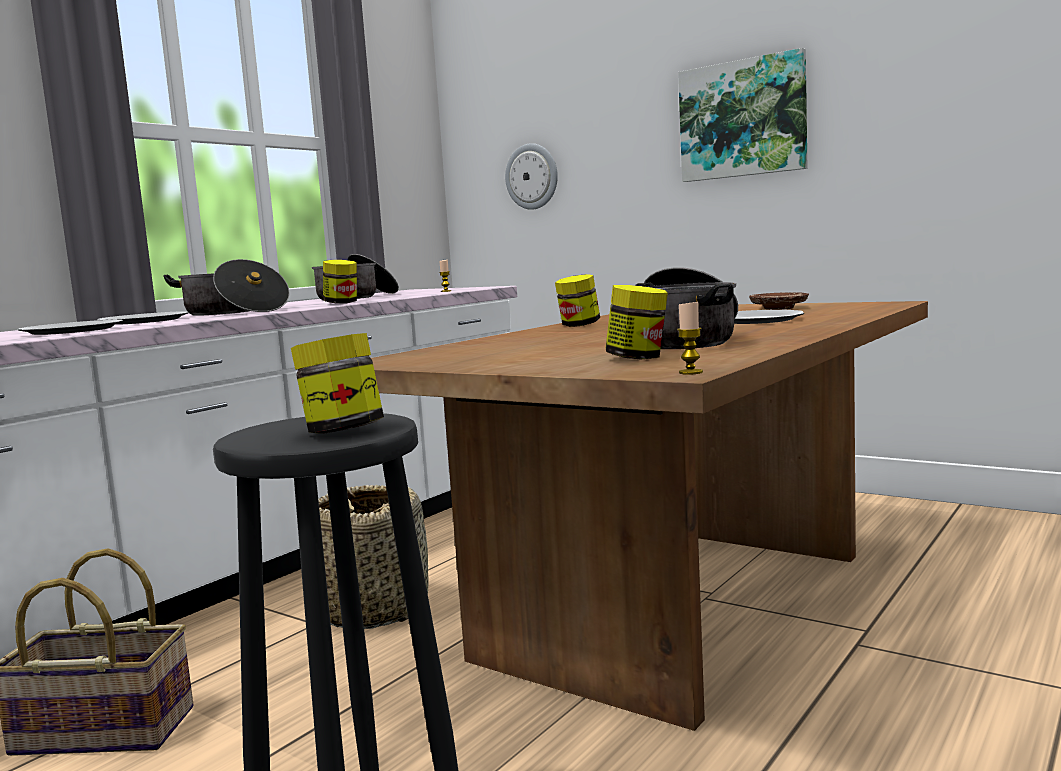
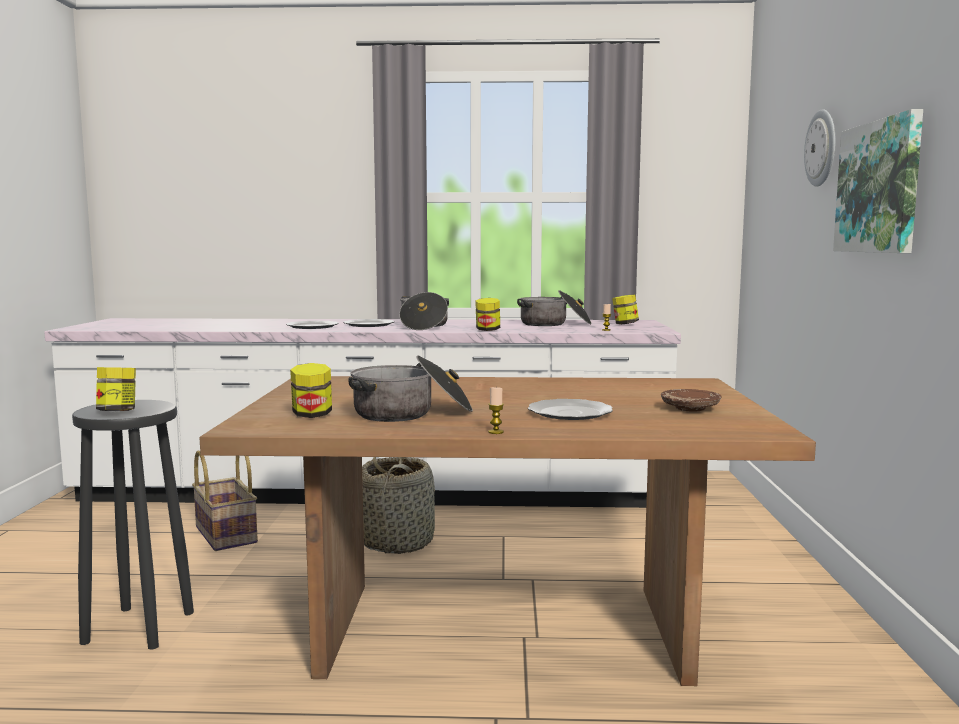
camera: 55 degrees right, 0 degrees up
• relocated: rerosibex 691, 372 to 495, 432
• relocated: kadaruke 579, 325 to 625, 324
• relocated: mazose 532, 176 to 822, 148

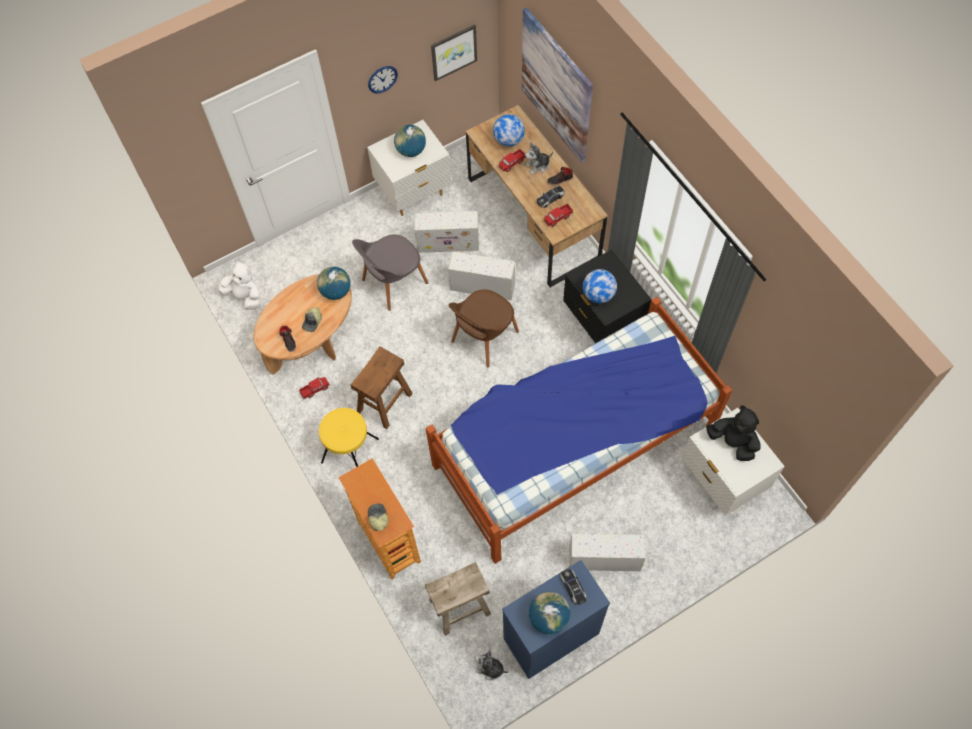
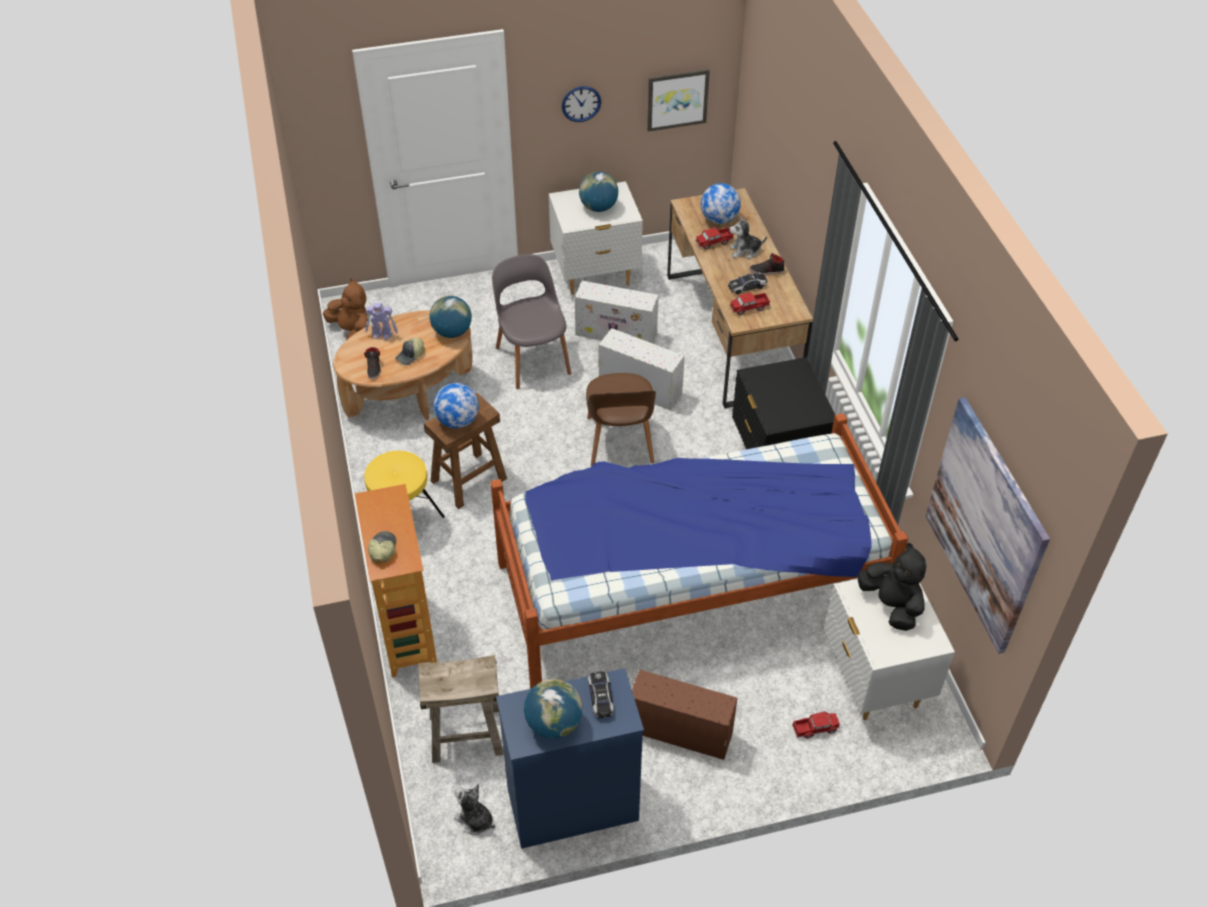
camera: 15 degrees right, 15 degrees down
• colour: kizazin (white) 245, 296 to kizazin (brown) 352, 331
• appeared: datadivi 382, 334
• relocated: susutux 598, 295 to 458, 421
• spun: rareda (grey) 393, 282 = 532, 358 90 degrees clockwise
• spun: rareda (brown) 483, 338 = 619, 442 60 degrees counterclockwise
• colour: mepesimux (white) 603, 559 to mepesimux (brown) 678, 731
• relocated: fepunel 315, 389 to 815, 728
• relocated: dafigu 556, 86 to 985, 525

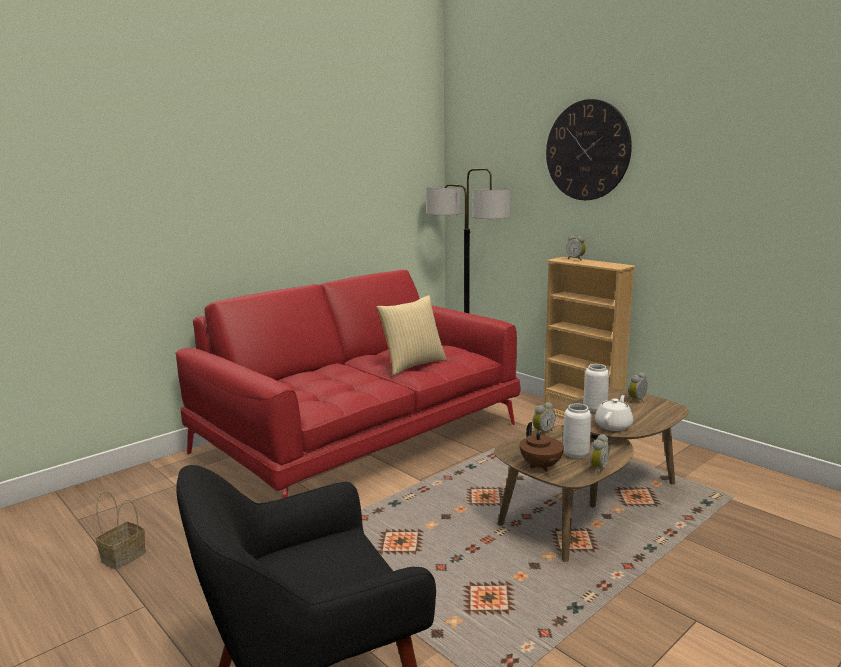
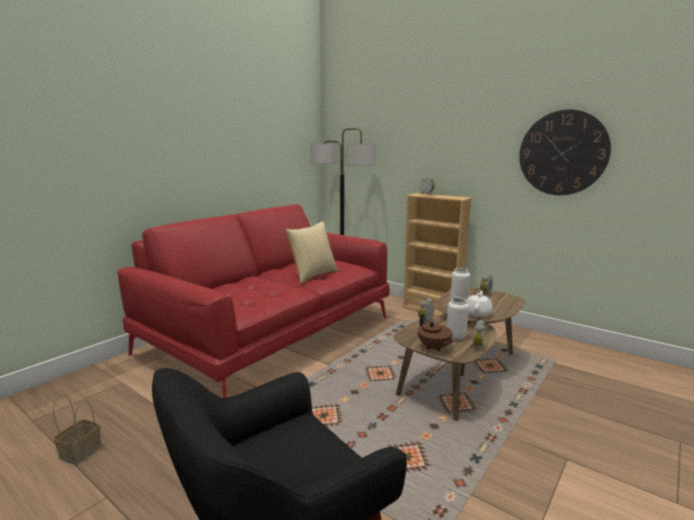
camera: 10 degrees left, 0 degrees up
• relocated: mazose 587, 150 to 562, 153

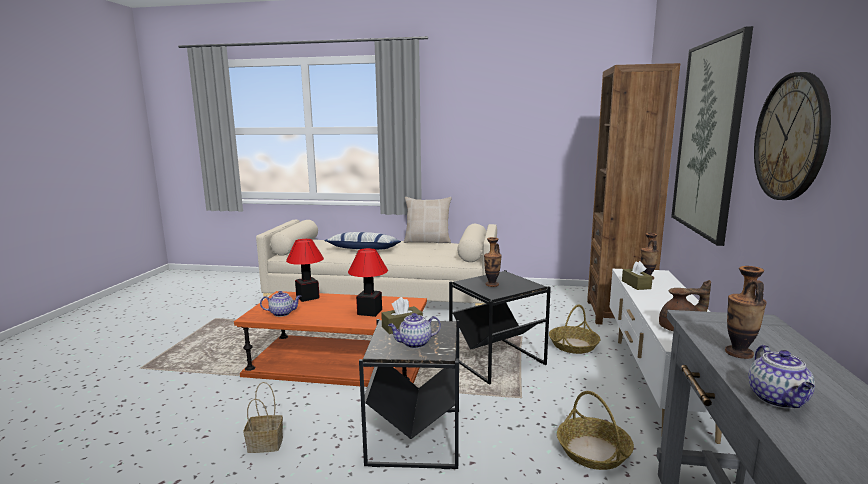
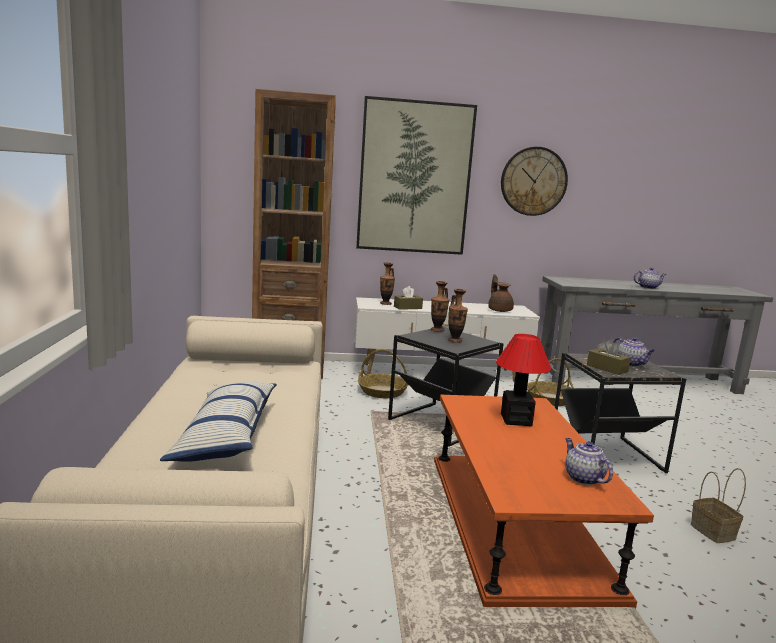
camera: 105 degrees left, 0 degrees up
• relocated: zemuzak 739, 353 to 437, 330
• missing: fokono 308, 297
• missing: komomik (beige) 427, 241

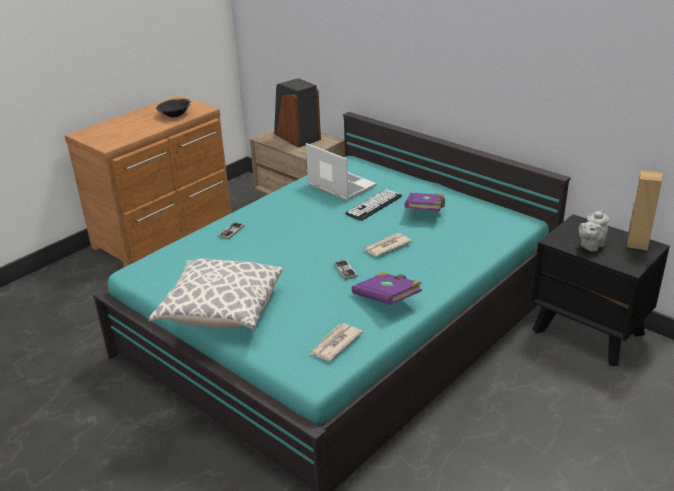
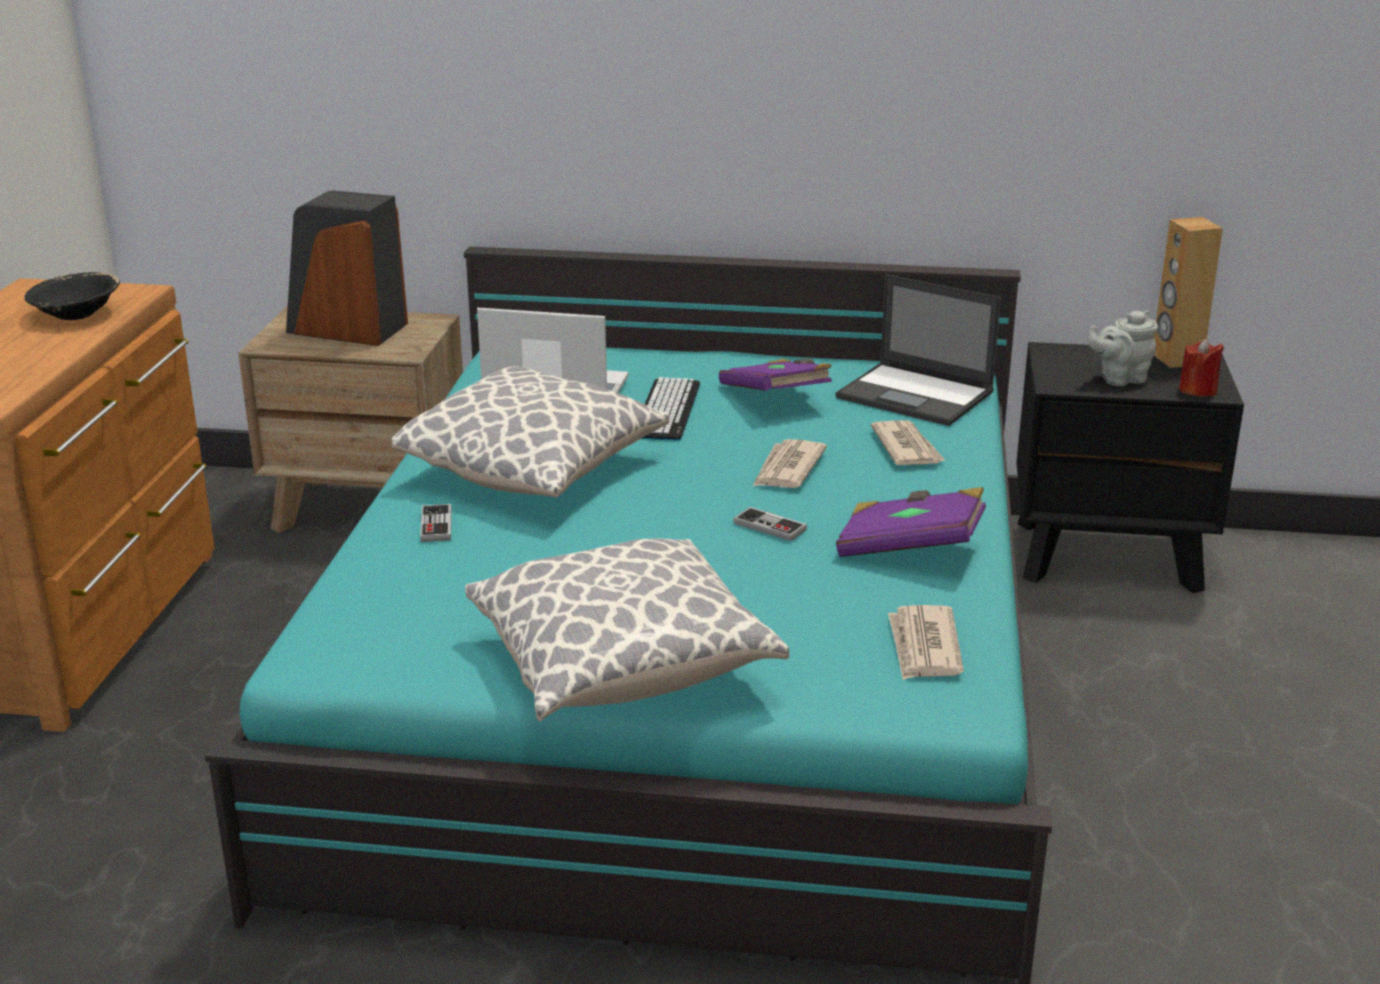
camera: 35 degrees left, 5 degrees down
• appeared: komomik 535, 470
• appeared: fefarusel 916, 395
• appeared: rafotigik 907, 447
• spun: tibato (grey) 590, 246 = 1119, 379 60 degrees clockwise
• appeared: rerosibex (red) 1198, 390

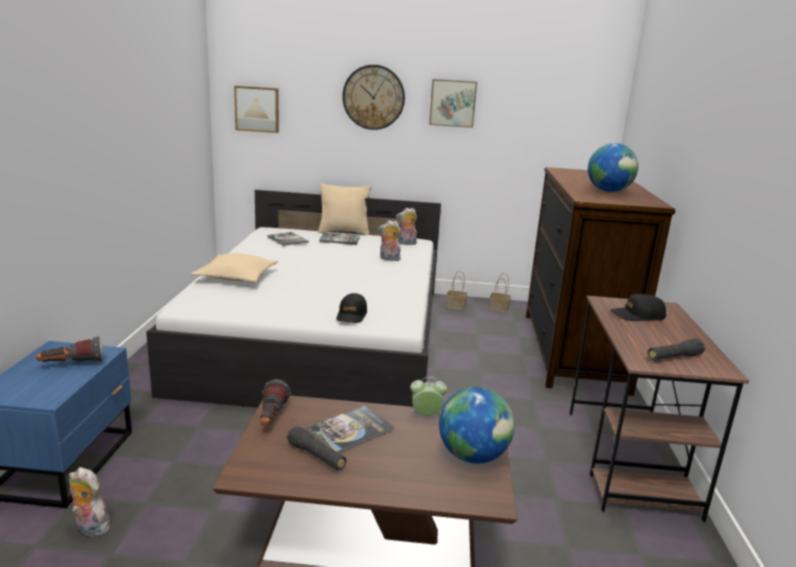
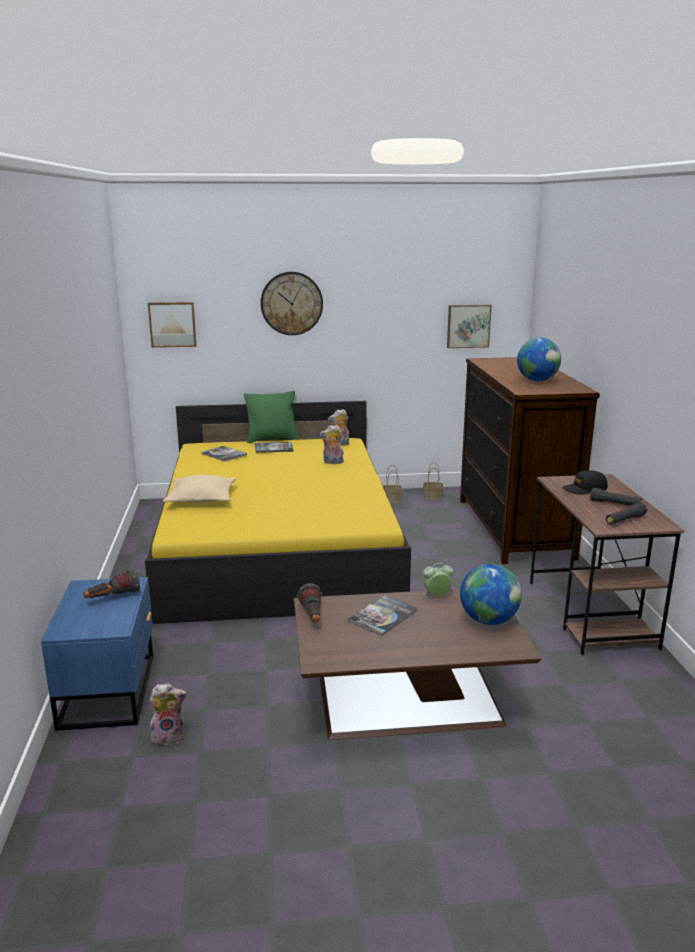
camera: 10 degrees left, 0 degrees up
• colour: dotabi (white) 321, 335 to dotabi (yellow) 277, 545
• spun: kizazin 89, 528 = 169, 736 150 degrees clockwise
• colour: komomik (beige) 344, 232 to komomik (green) 272, 439
• relocated: dafigu 452, 103 to 468, 326
• relocated: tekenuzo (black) 316, 456 to 615, 504
• missing: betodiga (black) 351, 315

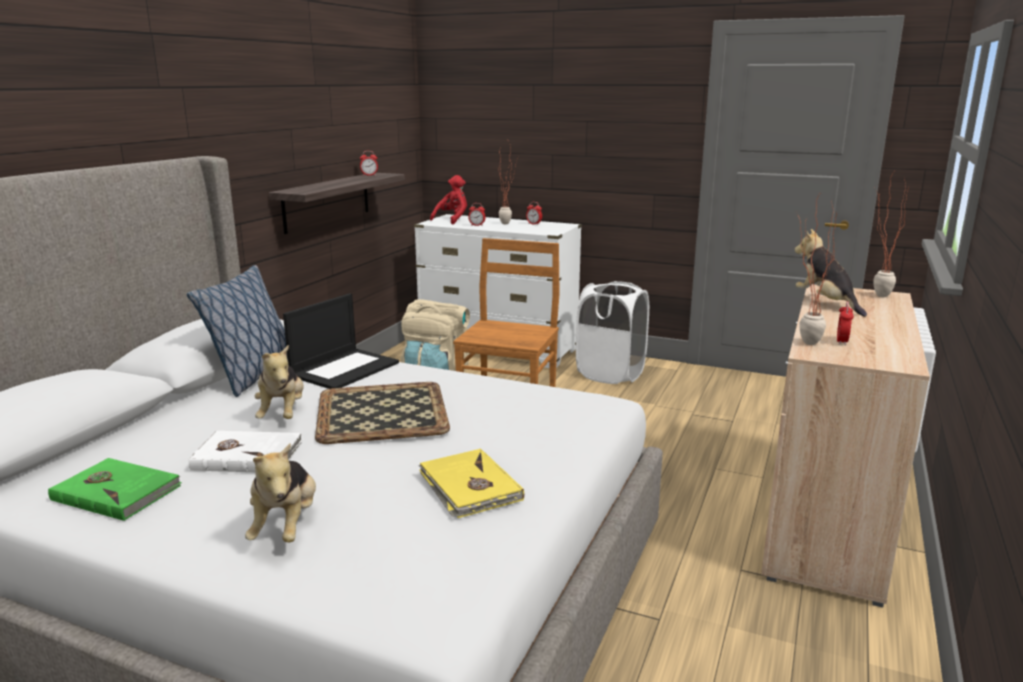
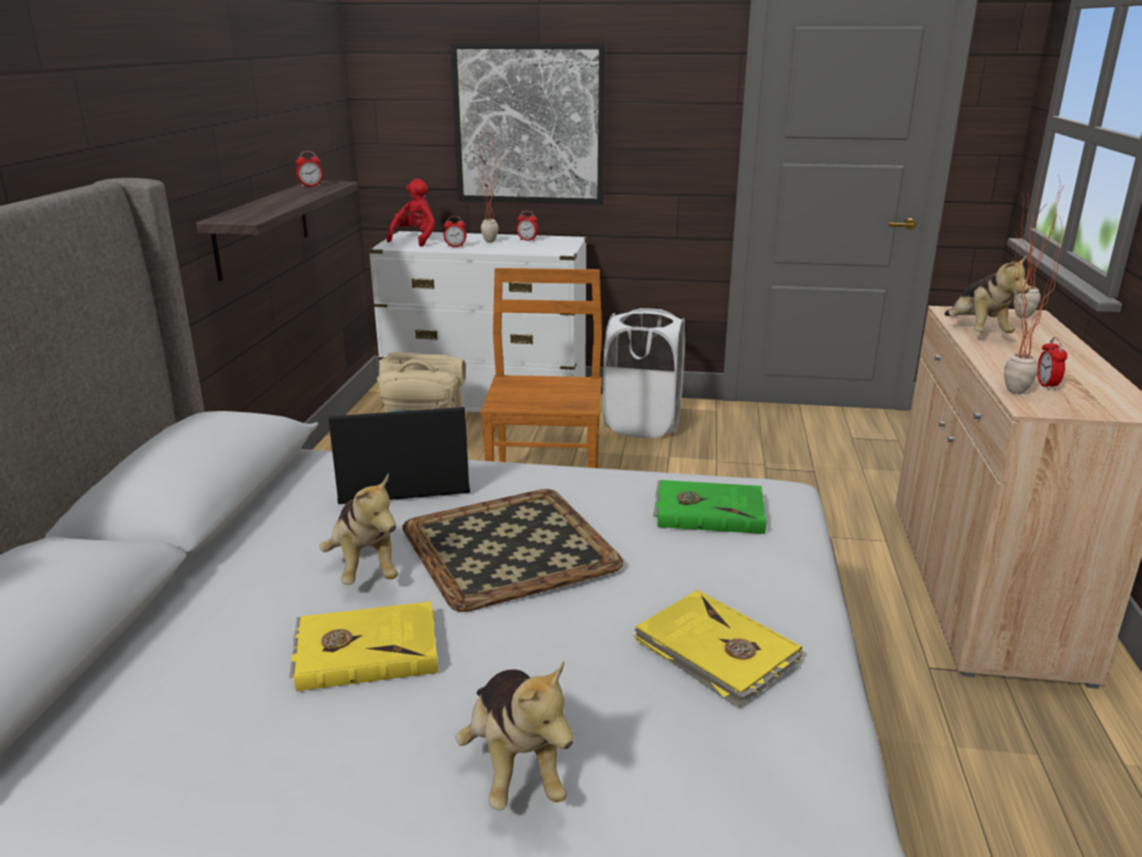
camera: 15 degrees left, 5 degrees up
• colour: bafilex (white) 247, 455 to bafilex (yellow) 366, 649
• spun: fefarusel 345, 369 = 402, 480 120 degrees counterclockwise
• appeared: dafigu 529, 124
• relocated: bafilex (green) 117, 492 to 709, 510
• spun: kizazin 826, 303 = 976, 332 150 degrees counterclockwise
• missing: komomik 253, 376

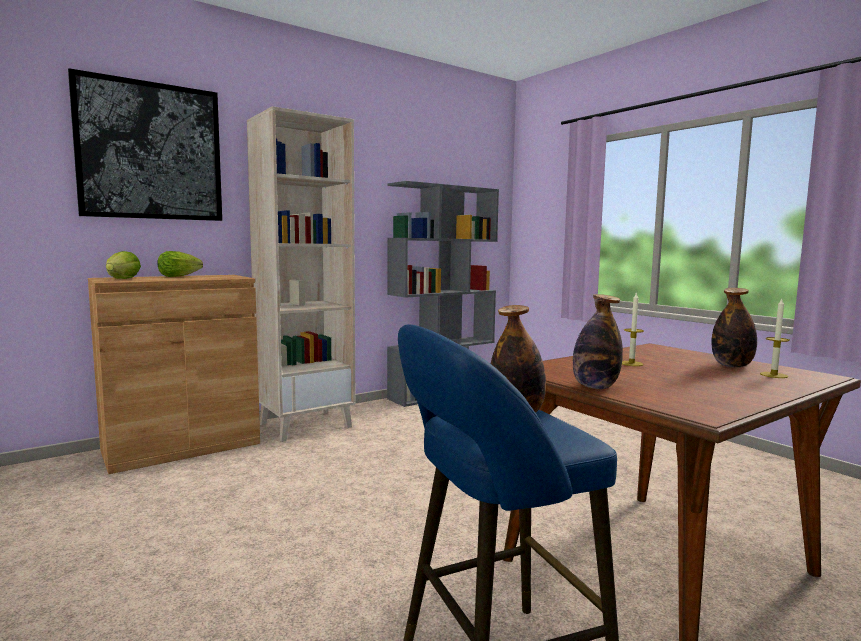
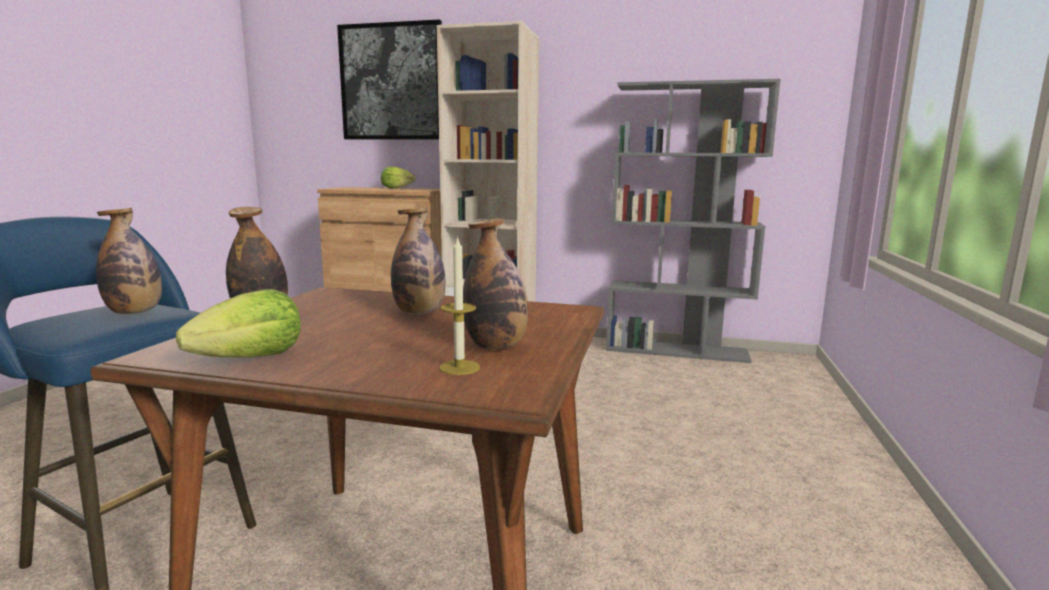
camera: 50 degrees right, 5 degrees up
• relocated: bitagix 123, 279 to 252, 359
• exchanged: rerosibex 631, 363 to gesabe 419, 312

